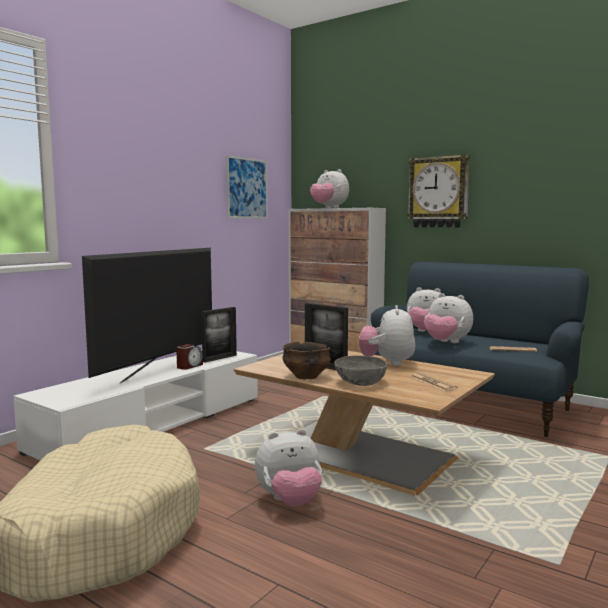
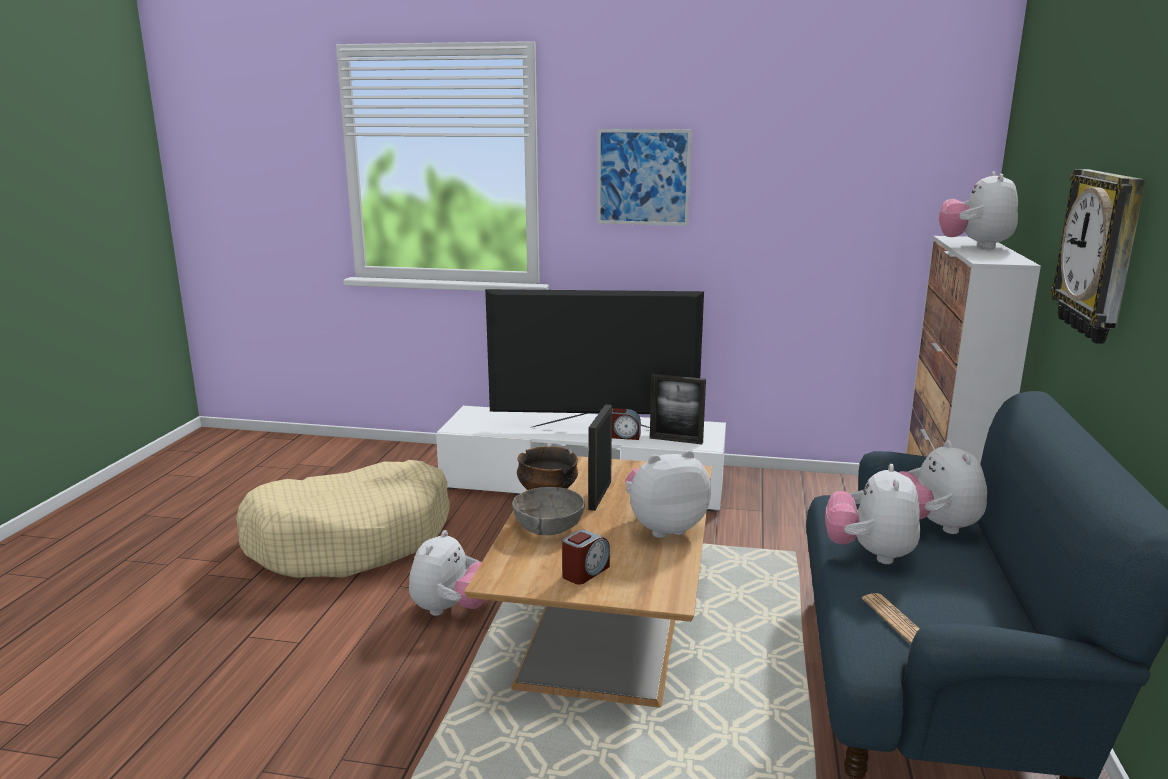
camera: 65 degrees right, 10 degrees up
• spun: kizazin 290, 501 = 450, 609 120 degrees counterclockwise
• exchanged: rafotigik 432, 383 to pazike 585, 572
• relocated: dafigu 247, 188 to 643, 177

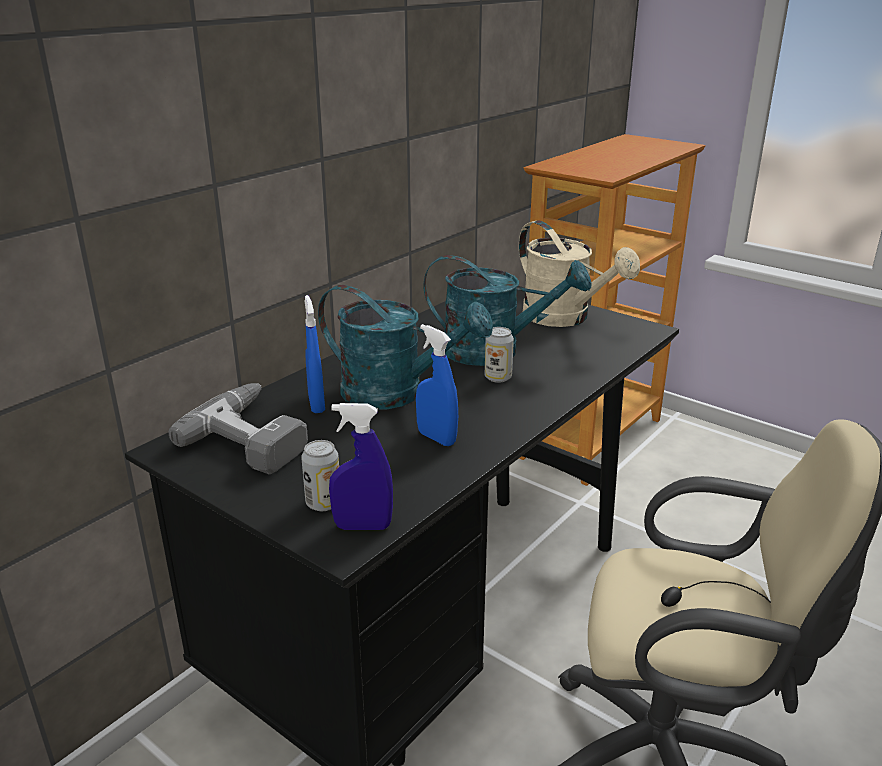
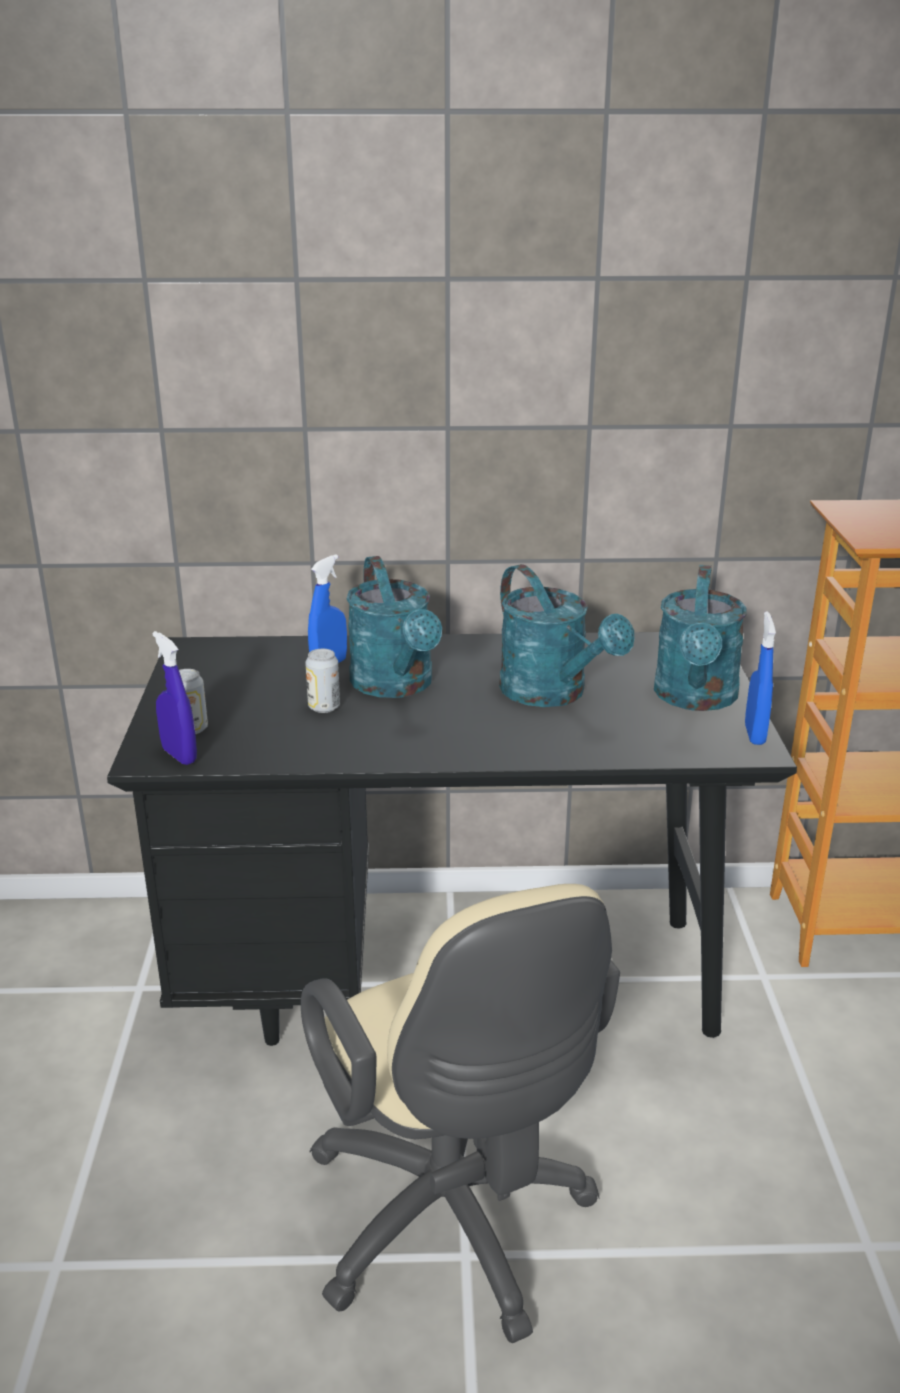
camera: 50 degrees right, 0 degrees up
• relocated: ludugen 498, 377 to 324, 707
• colour: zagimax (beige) 565, 318 to zagimax (turquoise) 695, 699
• relocated: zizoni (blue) 436, 438 to 754, 734
• missing: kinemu 256, 436

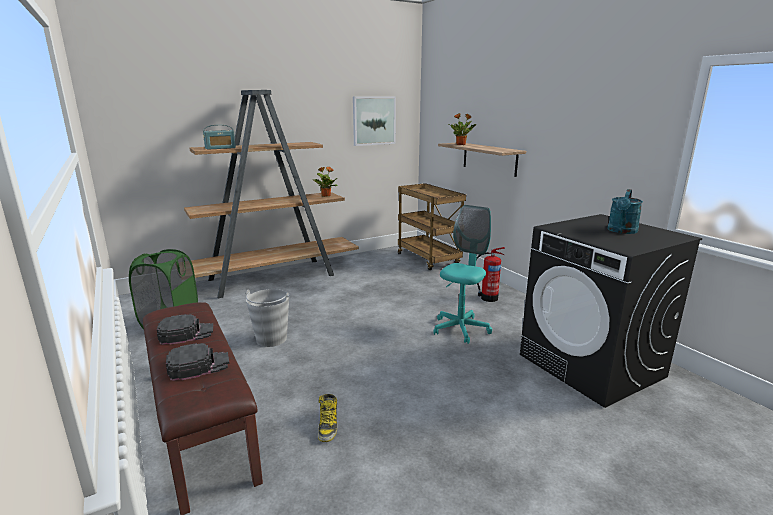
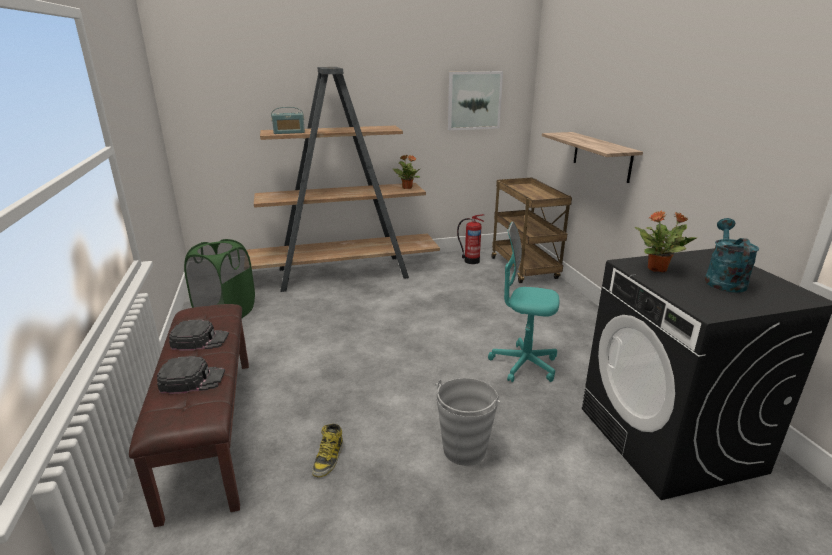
camera: 15 degrees right, 5 degrees up
• relocated: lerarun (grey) 271, 339 to 464, 450
• relocated: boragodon 488, 298 to 470, 261
• spun: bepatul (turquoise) 460, 329 = 523, 364 120 degrees counterclockwise
• relocated: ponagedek 461, 144 to 658, 269
• spun: zagimax (turquoise) 622, 231 = 723, 280 150 degrees clockwise

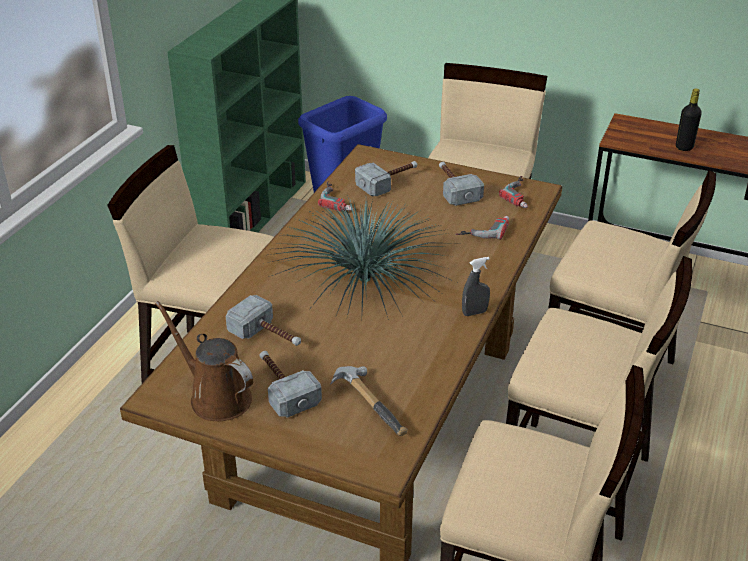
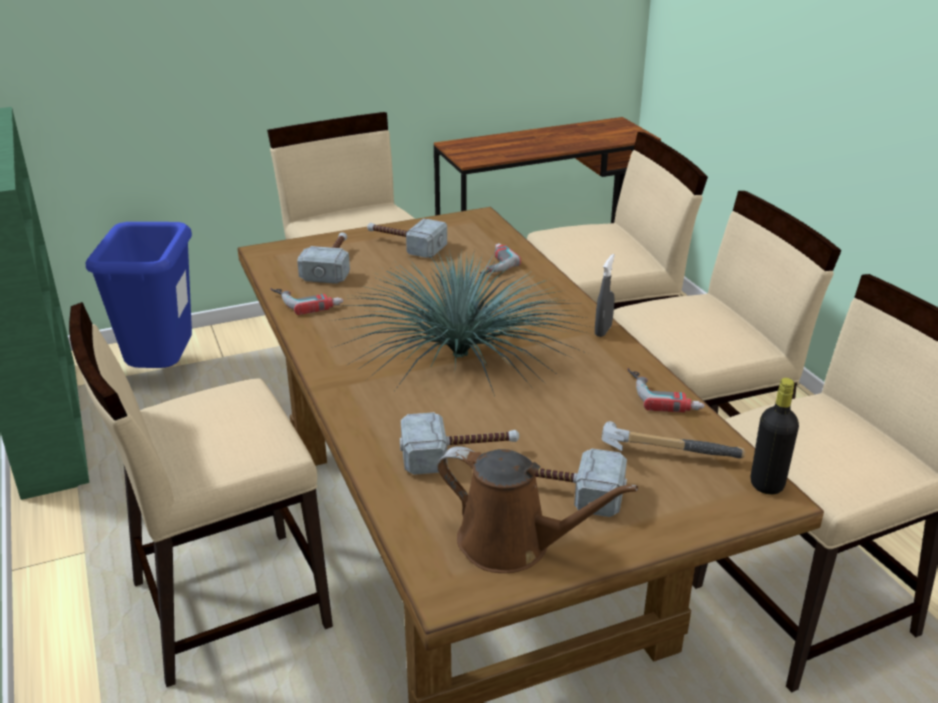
camera: 45 degrees left, 5 degrees down
• spun: zagimax (brown) 216, 397 = 512, 544 150 degrees counterclockwise
• relocated: kinemu 522, 195 to 664, 394
• relocated: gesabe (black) 684, 147 to 767, 484

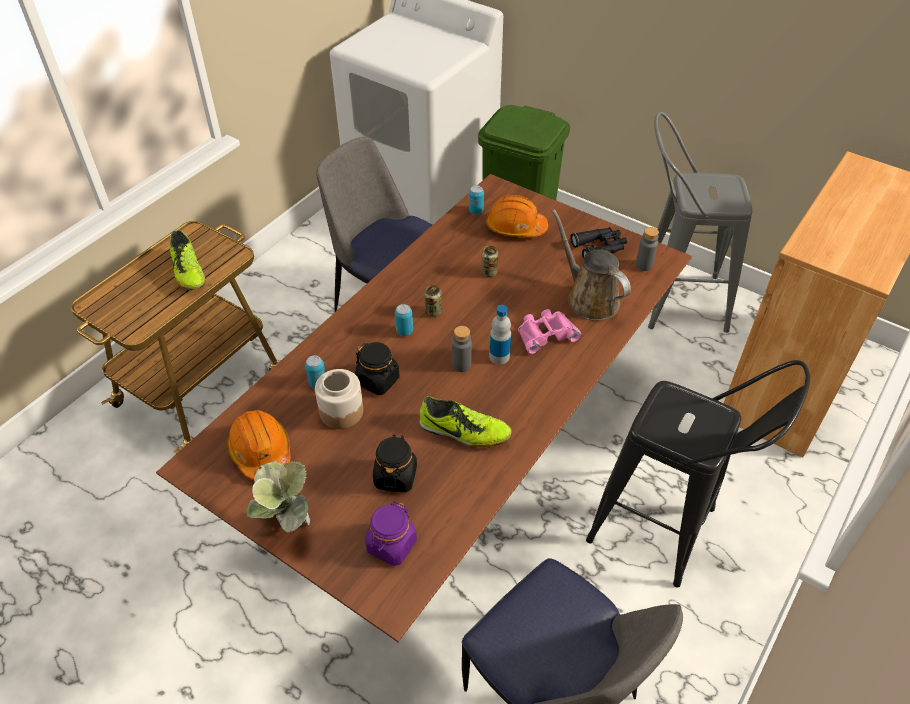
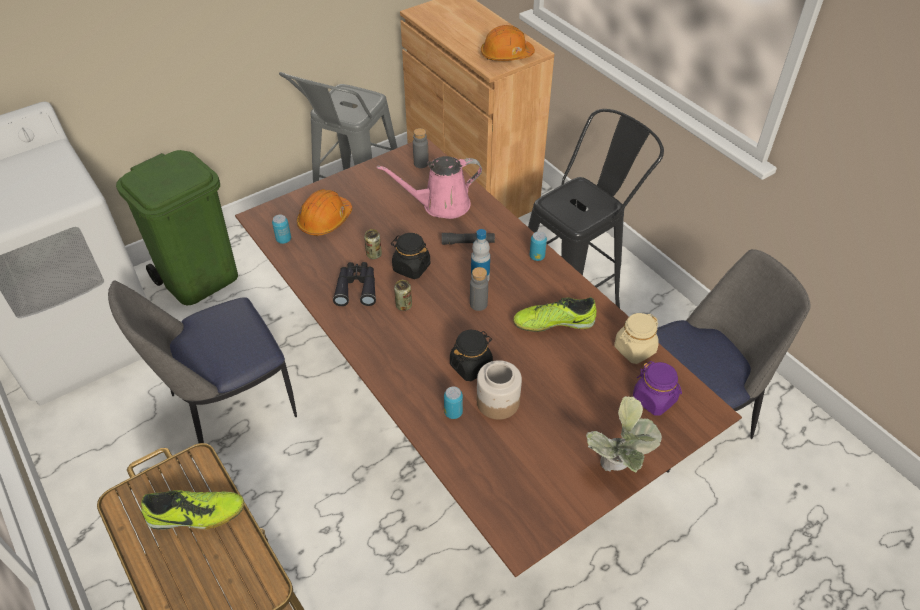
camera: 70 degrees left, 0 degrees up
• relocated: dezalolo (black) 600, 248 to 356, 288
• colour: zagimax (brown) 589, 298 to zagimax (pink) 441, 205
• relocated: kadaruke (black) 395, 476 to 411, 267
• exchanged: dezalolo (pink) 545, 334 to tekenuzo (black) 468, 242
• relocated: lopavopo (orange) 261, 451 to 506, 55
• spun: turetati 464, 432 = 553, 323 135 degrees counterclockwise
• relocated: ludugen 404, 331 to 537, 257
• appeared: kadaruke (beige) 634, 349

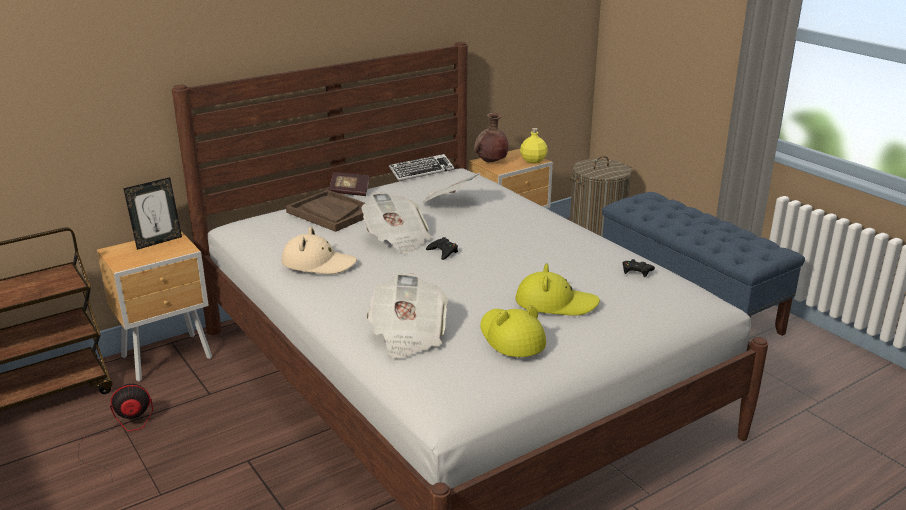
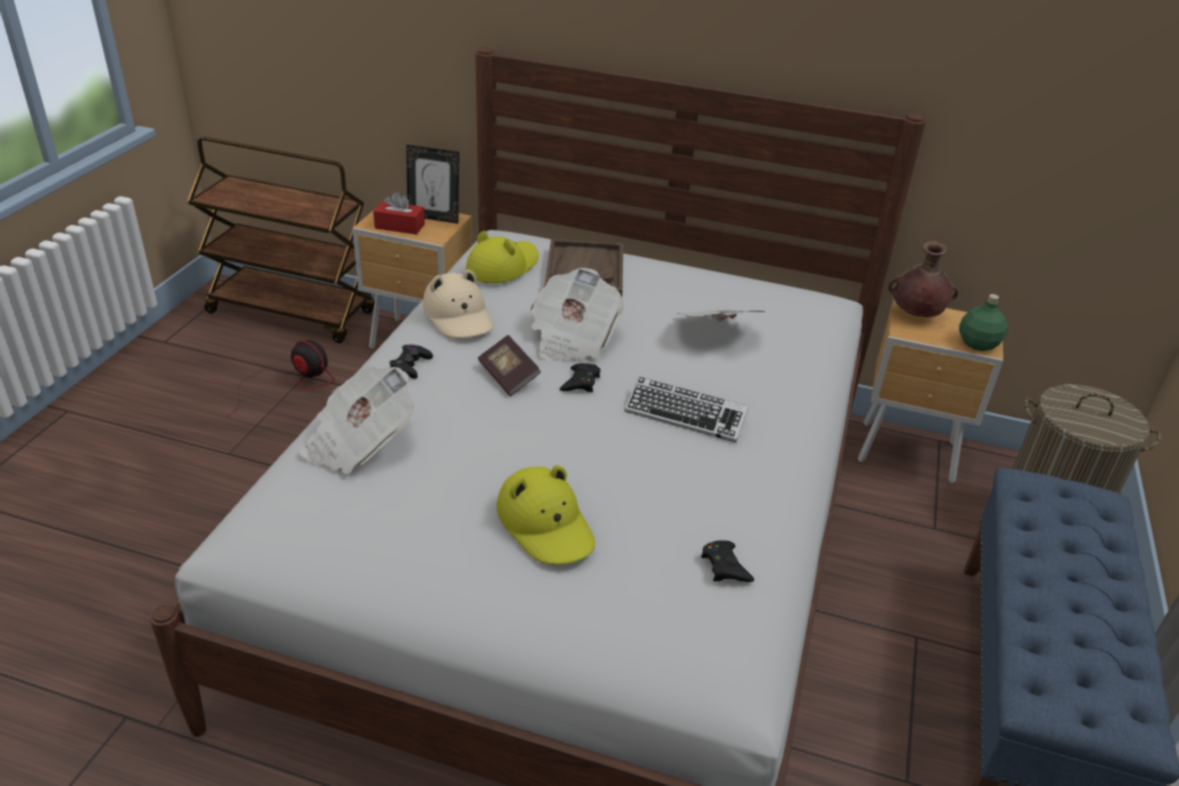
camera: 50 degrees right, 10 degrees up
• appeared: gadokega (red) 399, 226
• appeared: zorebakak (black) 410, 365
• relocated: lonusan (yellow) 511, 337 to 502, 266
• relocated: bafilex 349, 192 to 508, 376
• relocated: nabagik 421, 171 to 685, 415
• colour: gesabe (yellow) 533, 161 to gesabe (green) 978, 344

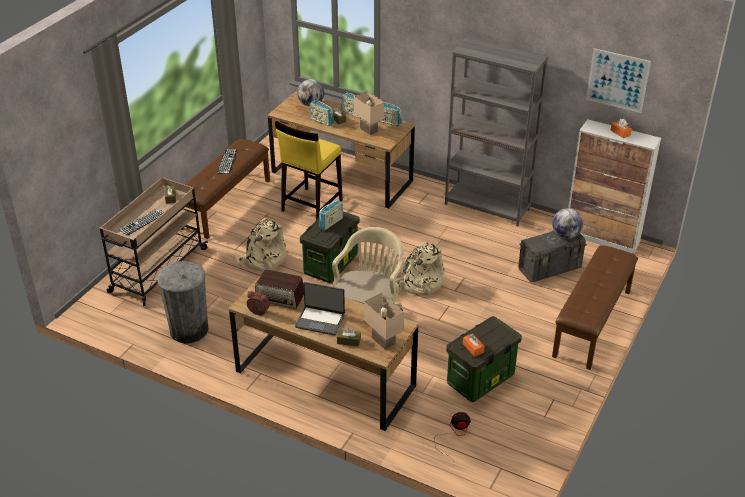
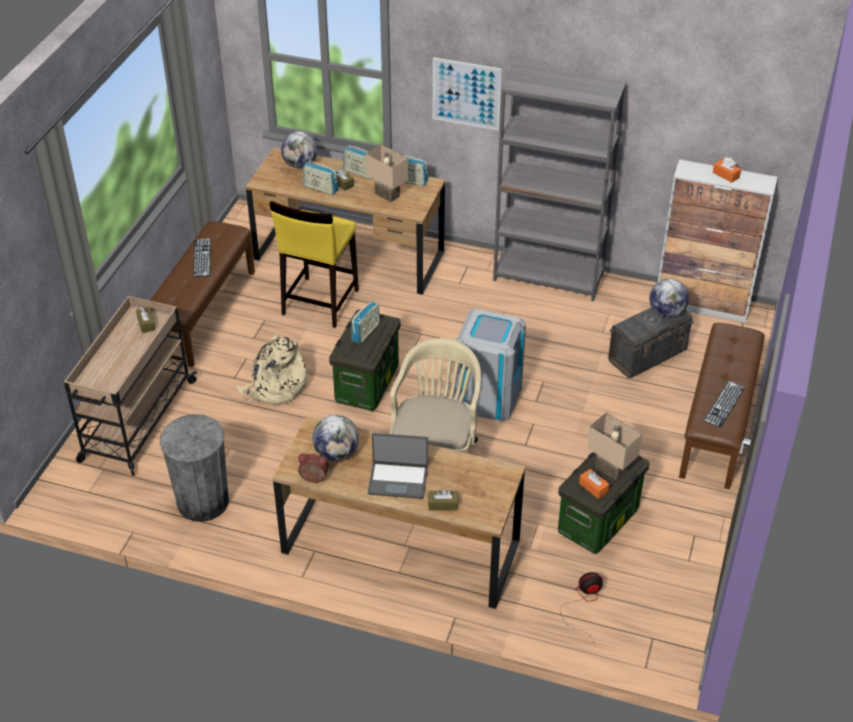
camera: 10 degrees left, 5 degrees up
• exchanged: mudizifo 280, 297 to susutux 336, 453
• relocated: dafigu 617, 80 to 466, 94
• exchanged: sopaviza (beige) 419, 283 to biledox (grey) 488, 397
• relocated: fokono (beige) 384, 340 to 611, 468
• relocated: nabagik 142, 222 to 724, 404

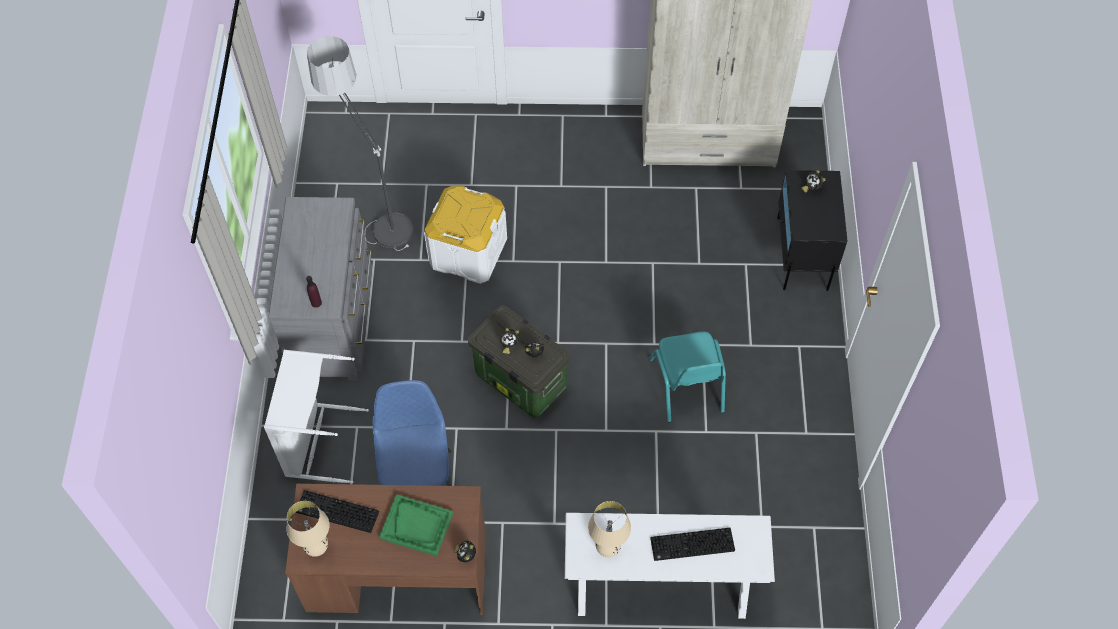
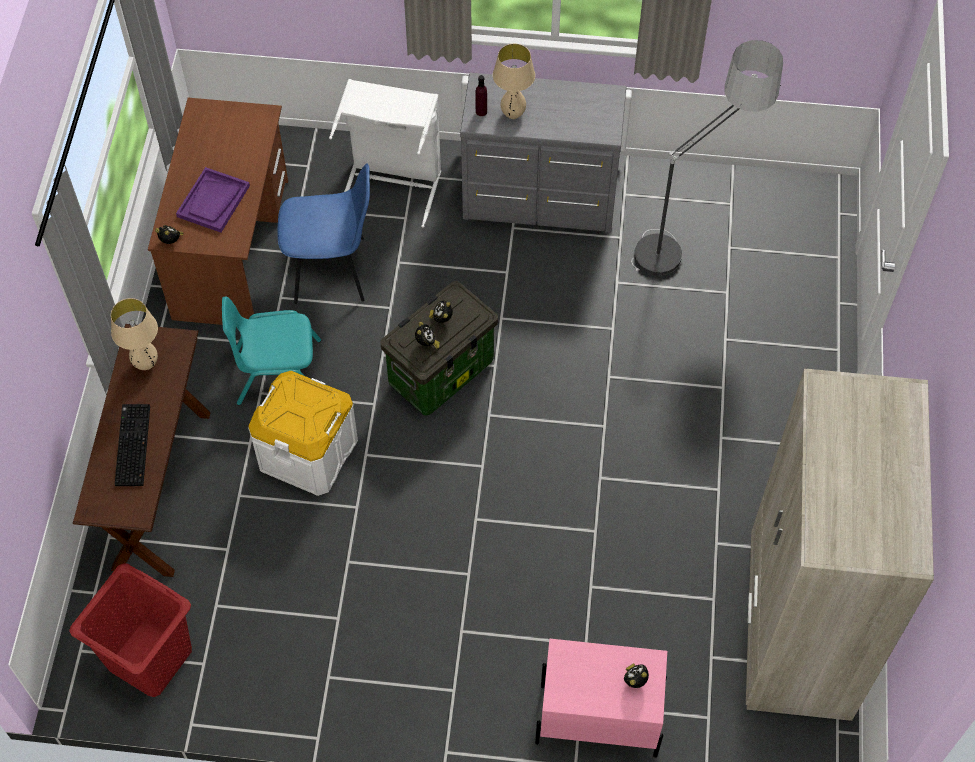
camera: 95 degrees right, 0 degrees up
• appeared: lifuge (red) 149, 658
• colour: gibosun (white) 660, 590 to gibosun (brown) 162, 488
• colour: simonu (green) 416, 526 to simonu (purple) 213, 201
• relocated: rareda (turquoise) 687, 386 to 278, 372
• relocated: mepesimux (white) 468, 252 to 308, 452
• relocated: fokono (beige) 317, 549 to 513, 114
• colour: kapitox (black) 802, 253 to kapitox (pink) 597, 720
• missing: nabagik 336, 513

